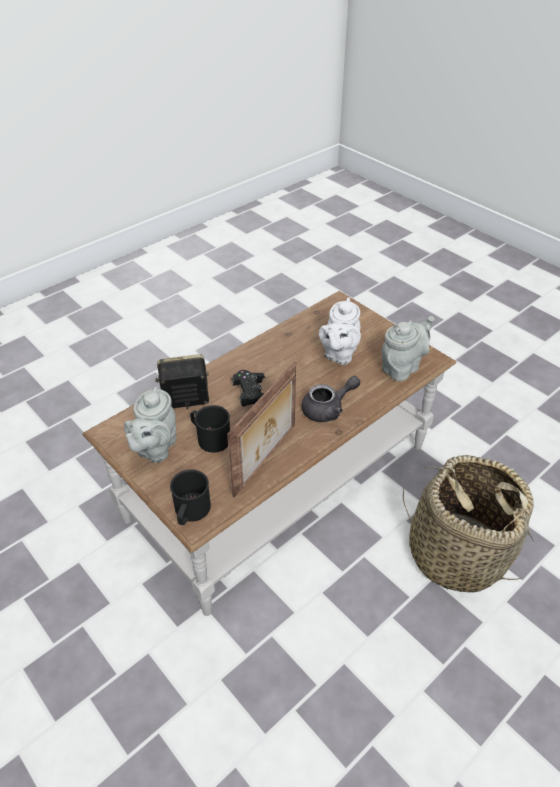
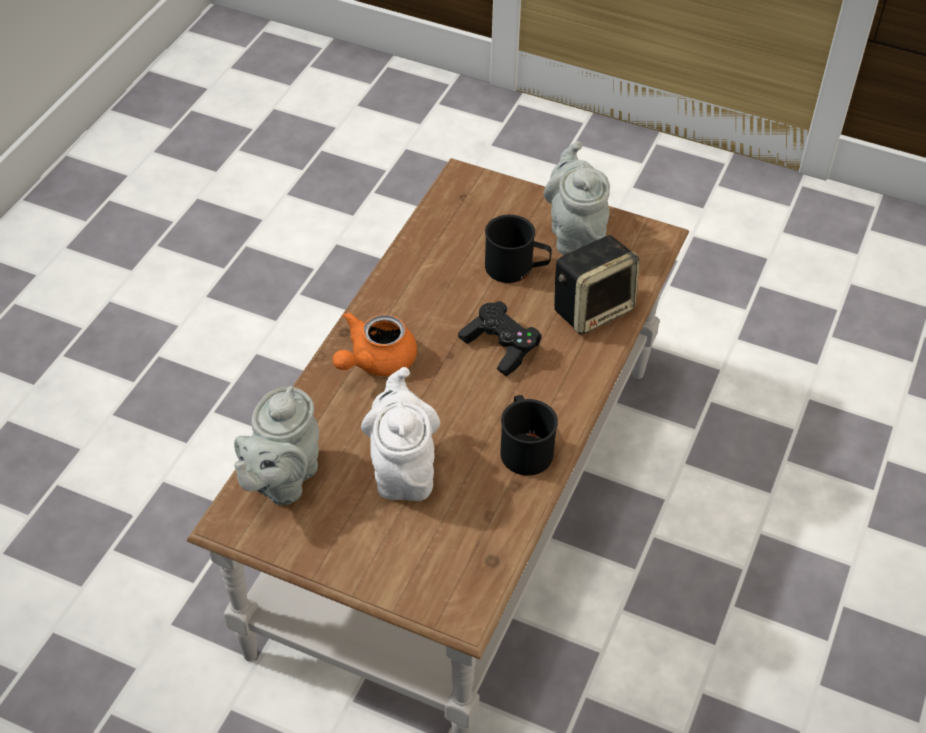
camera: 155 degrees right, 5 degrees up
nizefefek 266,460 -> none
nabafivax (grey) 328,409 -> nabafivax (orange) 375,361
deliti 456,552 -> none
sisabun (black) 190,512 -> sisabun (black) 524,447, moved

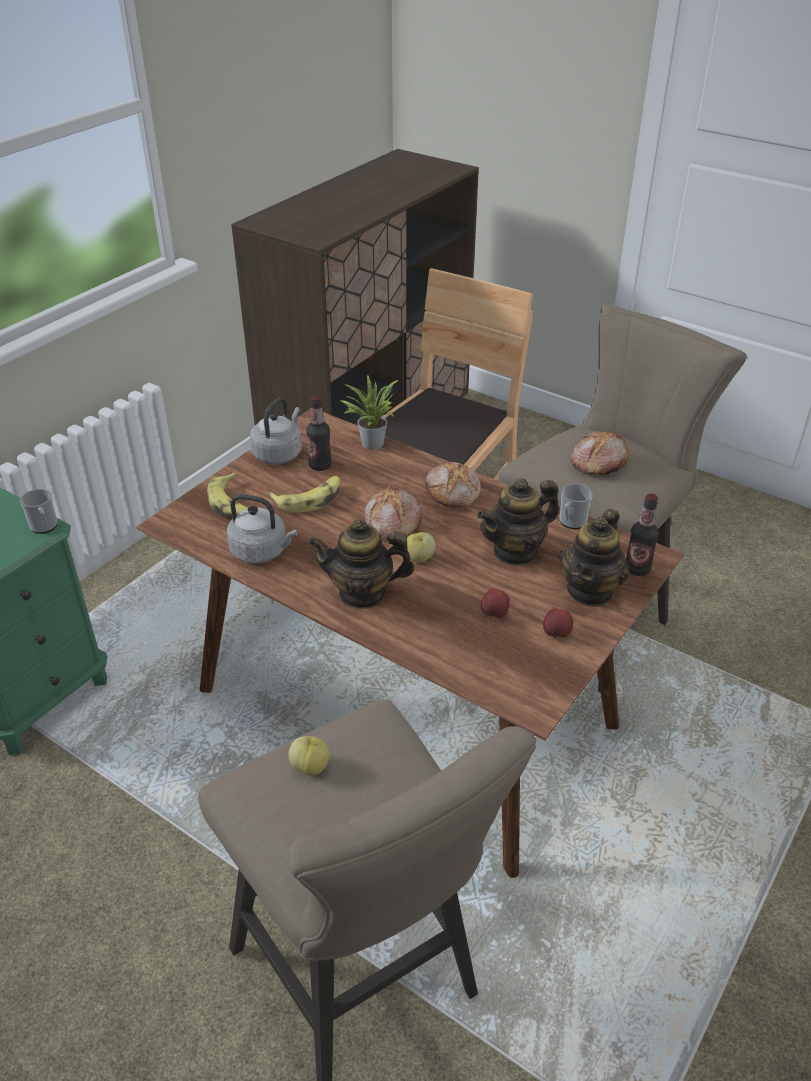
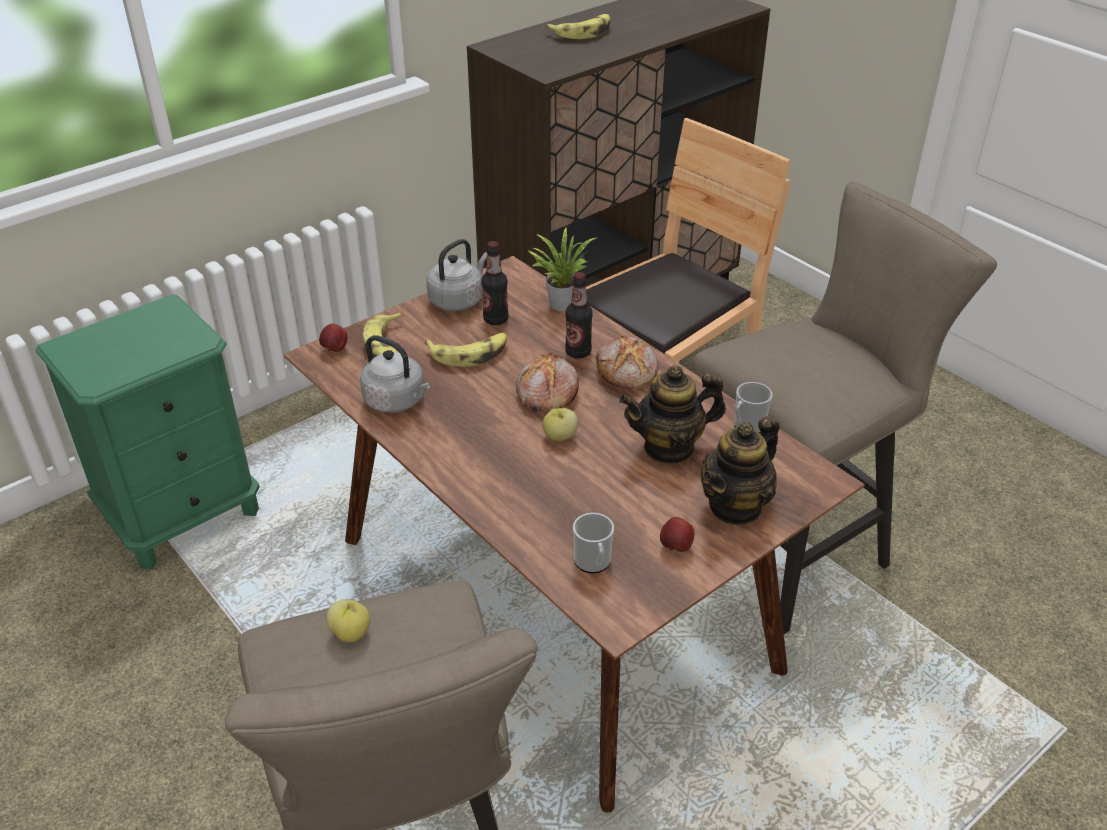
camera: 15 degrees right, 0 degrees up
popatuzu 598,462 -> none
sisabun 44,527 -> sisabun 593,563, moved
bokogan 637,569 -> bokogan 578,352, moved
nabafivax 362,593 -> none
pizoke 494,614 -> pizoke 335,349, moved
none -> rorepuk 583,32

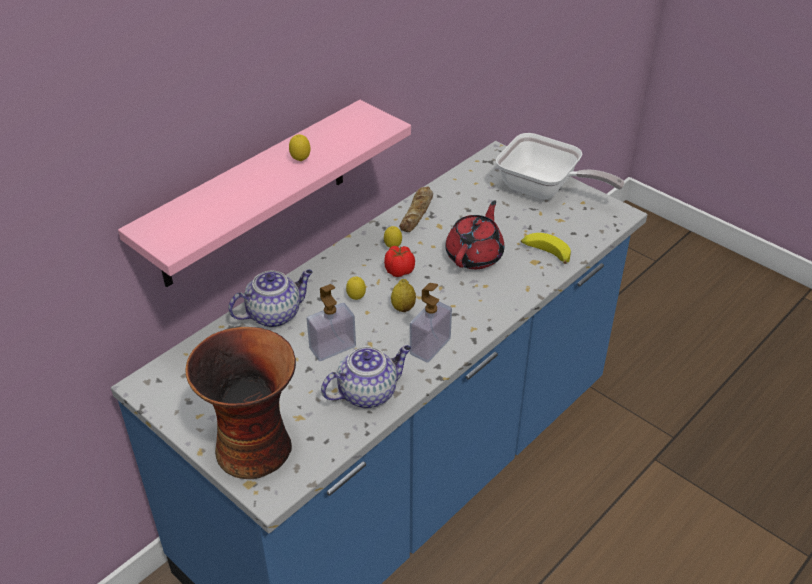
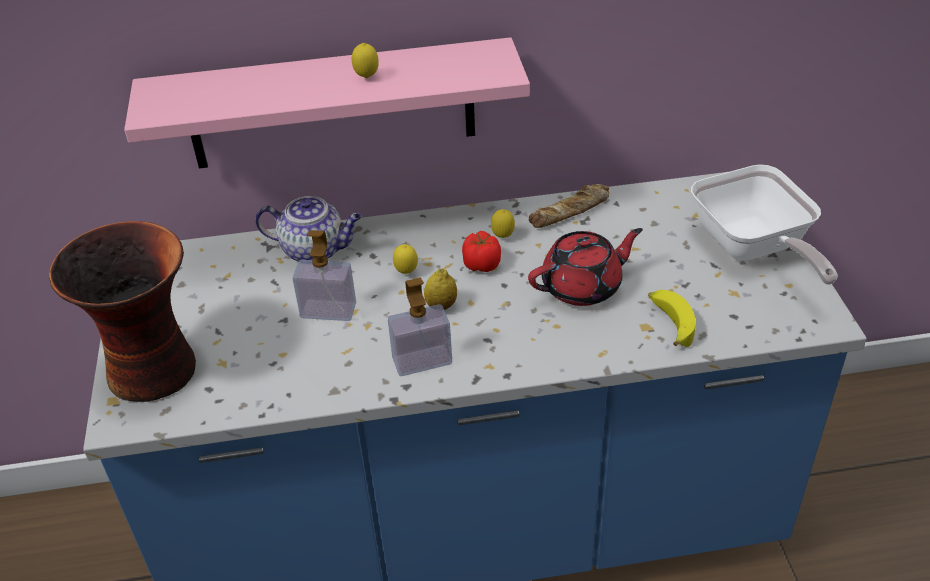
camera: 40 degrees right, 0 degrees up
nabafivax 368,392 -> none

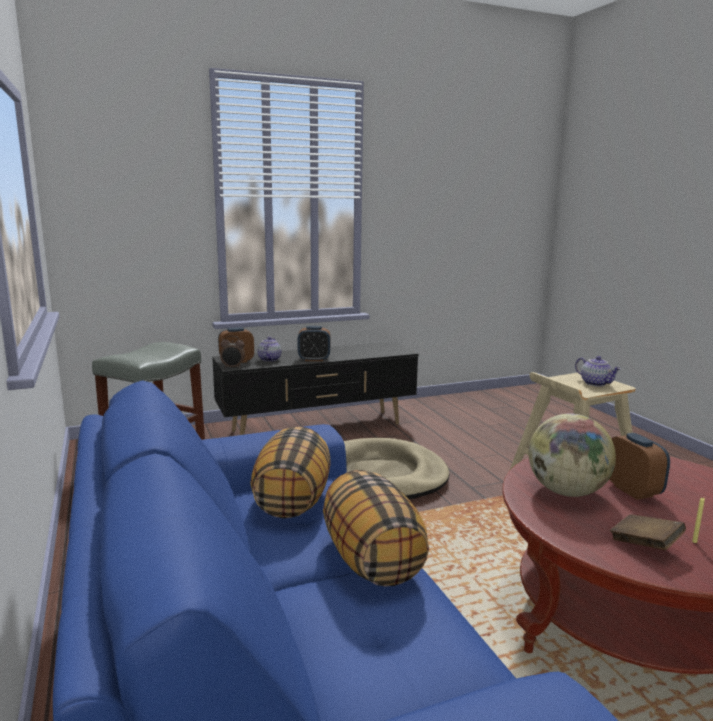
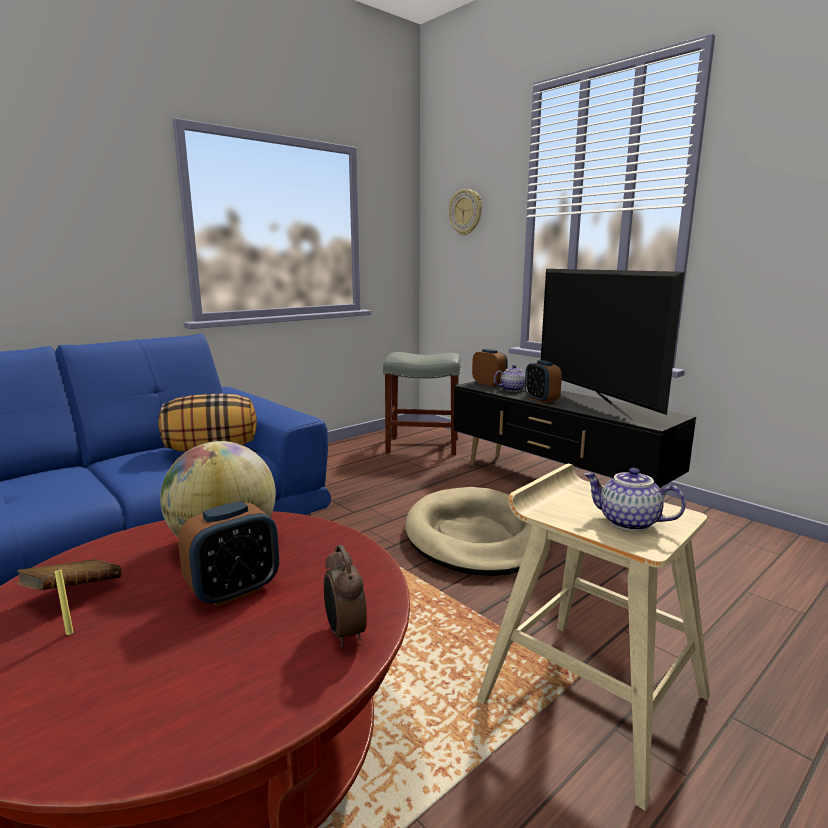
camera: 70 degrees right, 0 degrees up
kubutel 233,367 -> kubutel 344,634, moved
nabafivax 596,383 -> nabafivax 628,523, 90 degrees clockwise
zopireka 371,559 -> none
none -> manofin 466,212
none -> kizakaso 593,405

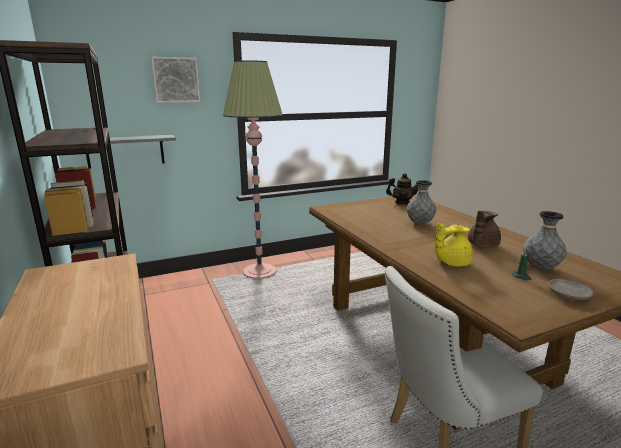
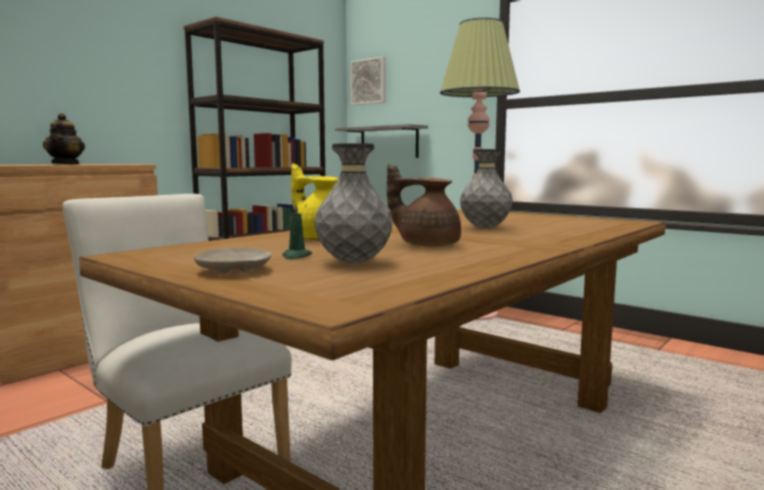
camera: 65 degrees right, 10 degrees down
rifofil 176,80 -> rifofil 369,82, moved
nabafivax 402,203 -> nabafivax 66,164, moved

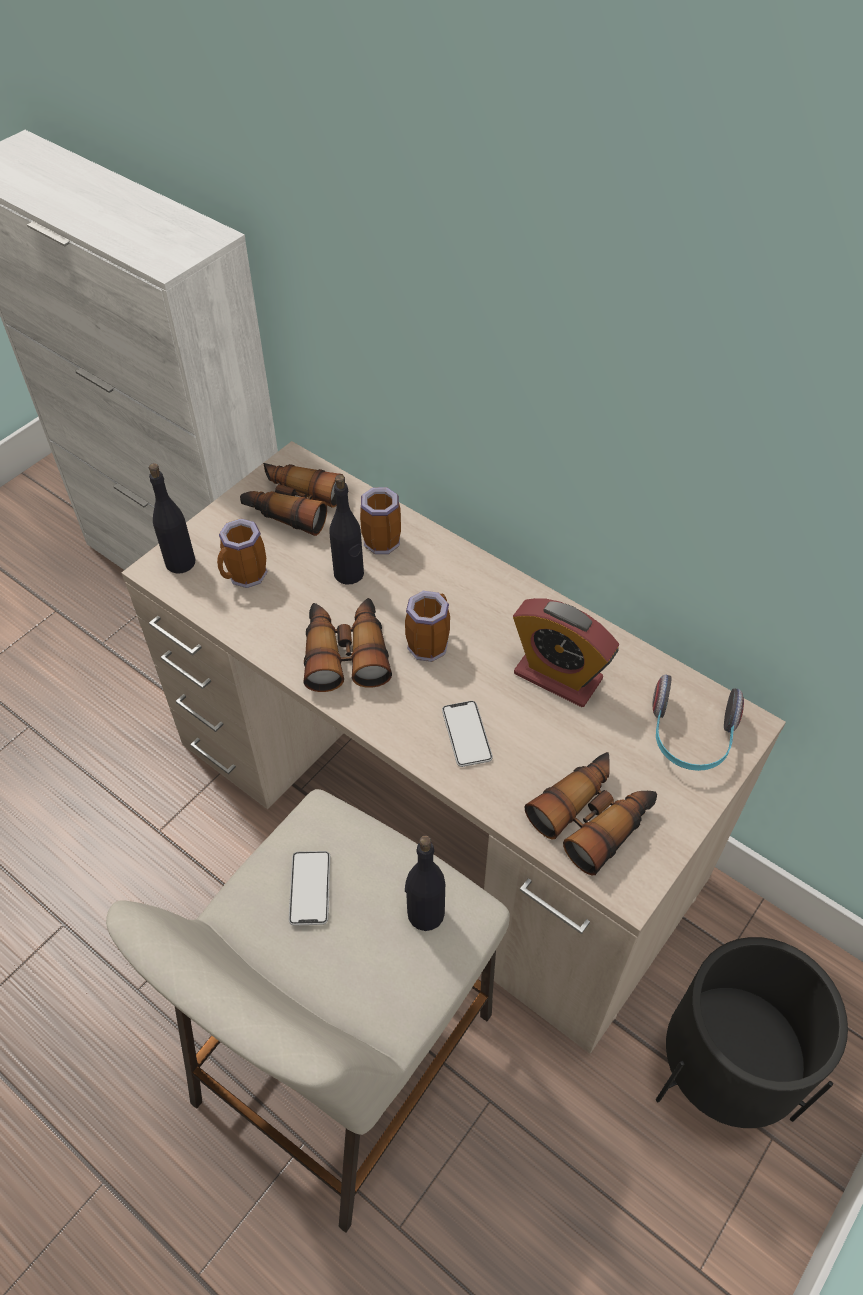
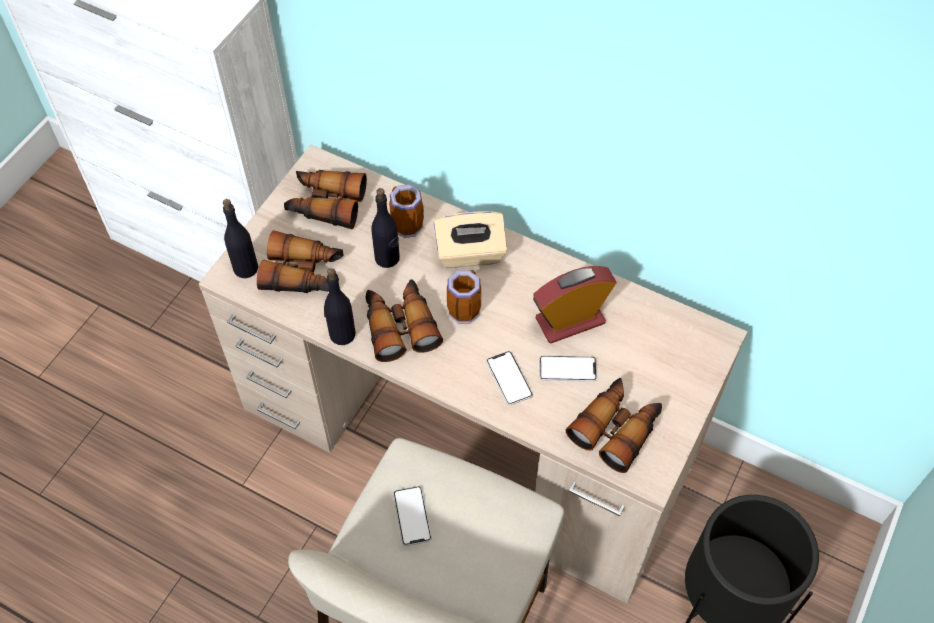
camera: 10 degrees left, 5 degrees up
sisabun 246,577 -> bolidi 303,273
kubutel 557,676 -> kubutel 570,321, 135 degrees clockwise
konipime 690,737 -> none
bokogan (black) 425,913 -> bokogan (black) 342,334, moved
none -> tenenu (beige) 470,254
none -> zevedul 567,369

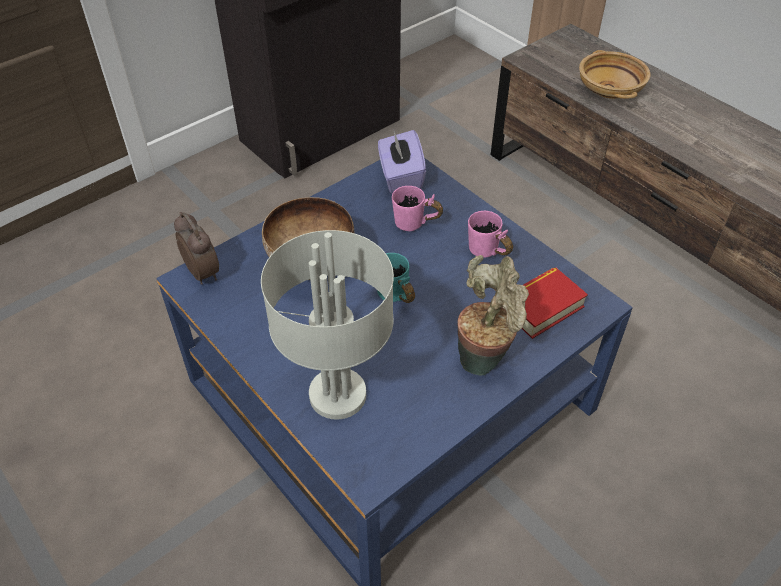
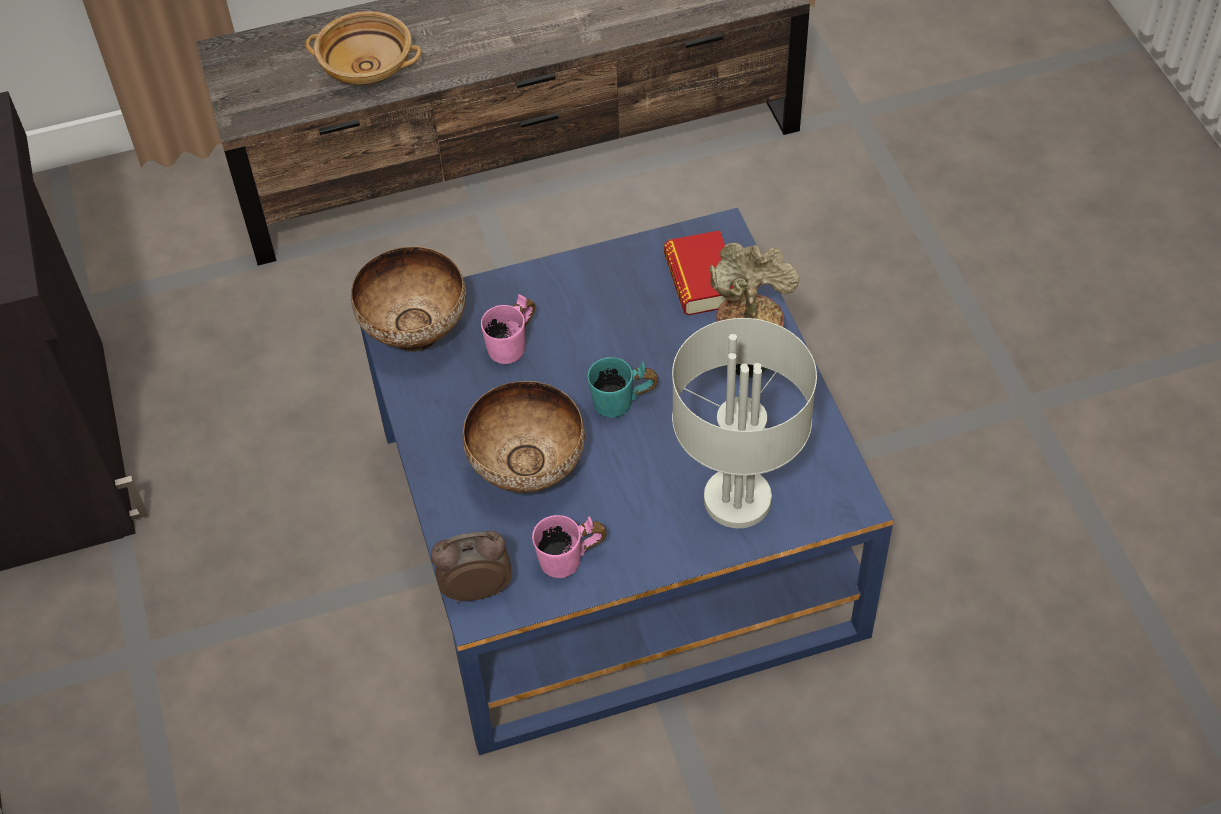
camera: 65 degrees left, 5 degrees up
tenenu (purple) 400,177 -> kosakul 417,331
sisabun (pink) 485,255 -> sisabun (pink) 571,564, moved

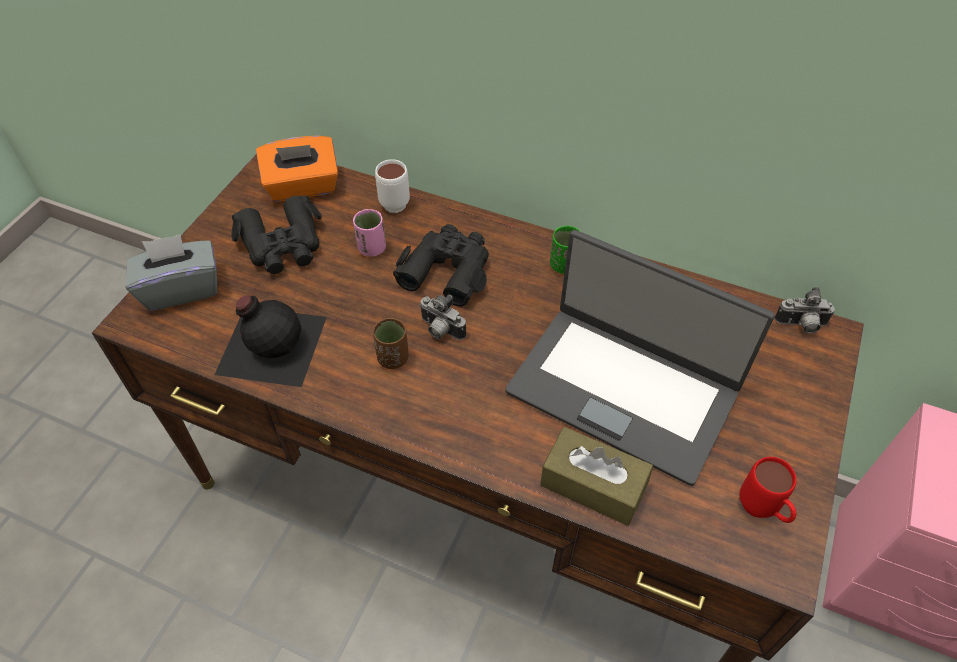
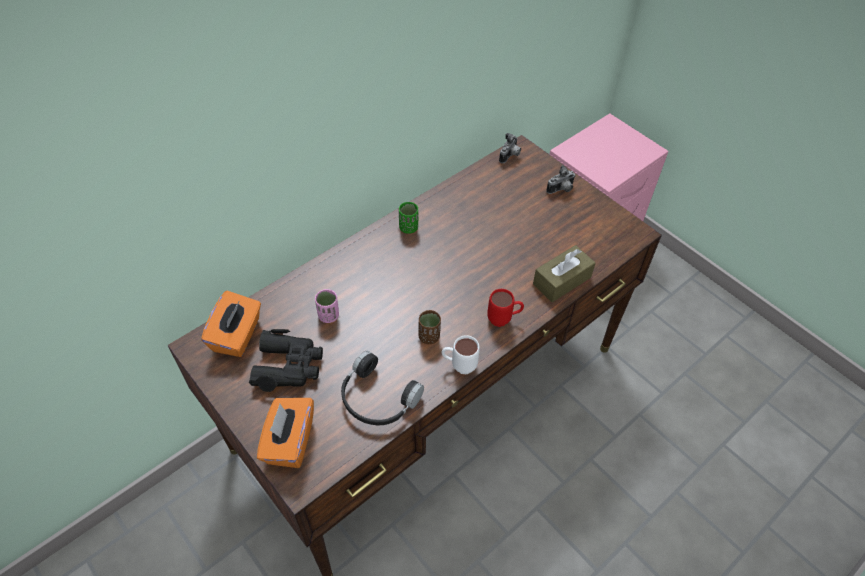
camera: 65 degrees left, 0 degrees up
sisabun (white) 393,201 -> sisabun (white) 459,366, moved
bolidi (black) 447,270 -> none
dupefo 623,390 -> none
tenenu (grey) 181,289 -> tenenu (orange) 289,442
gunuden 440,330 -> gunuden 561,190, moved
bokogan (black) 271,343 -> konipime (black) 377,399
sisabun (red) 762,511 -> sisabun (red) 503,320, moved

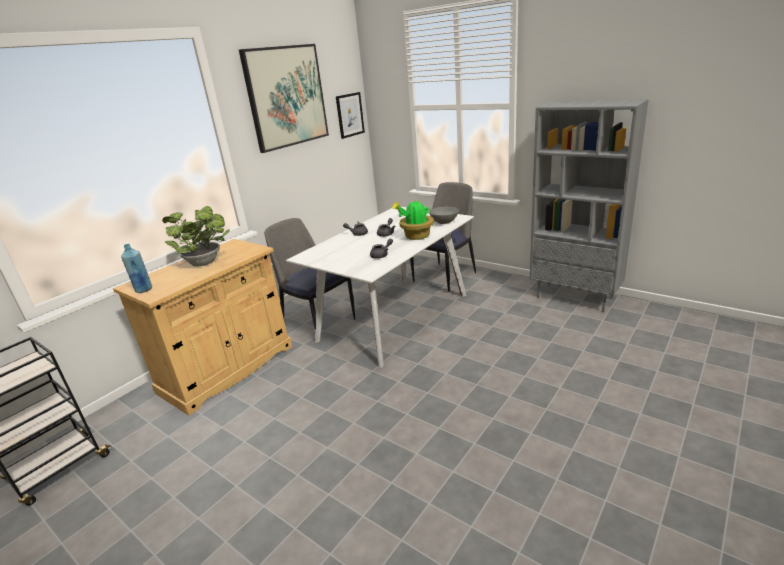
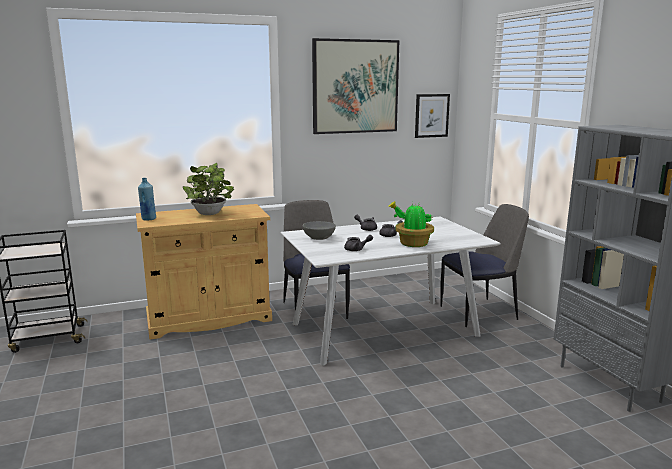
camera: 30 degrees right, 10 degrees down
kosakul (grey) 444,222 -> kosakul (grey) 319,238, moved

